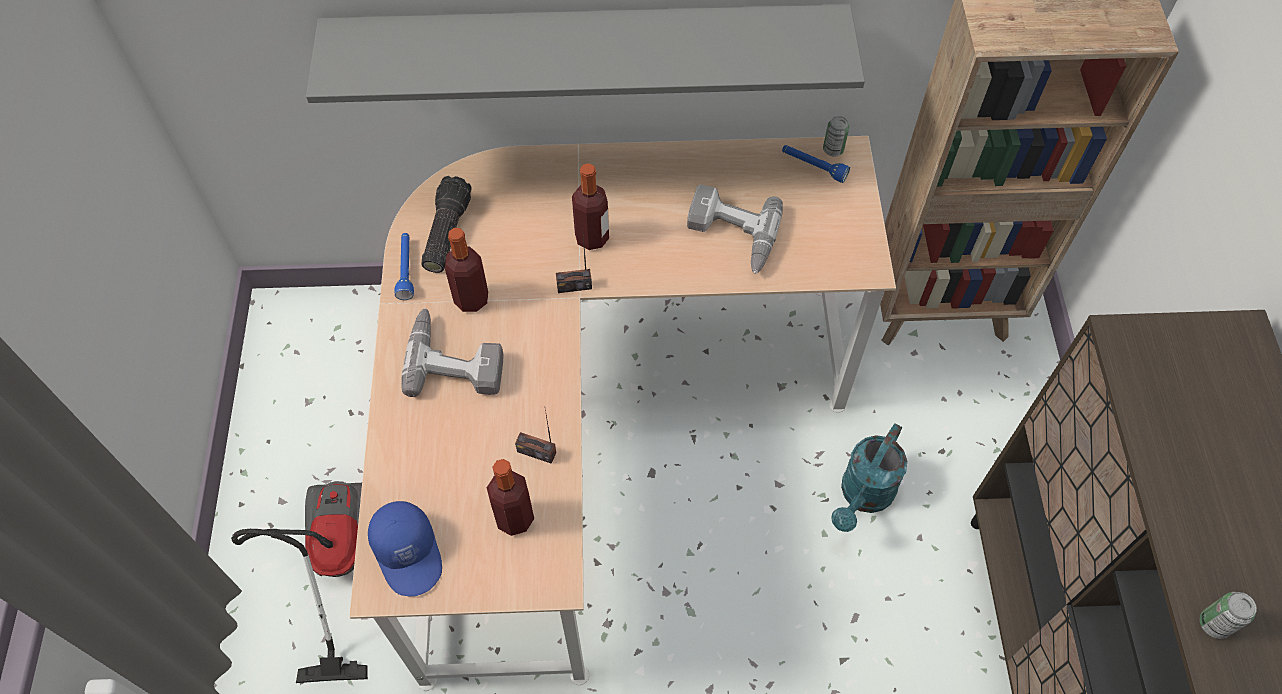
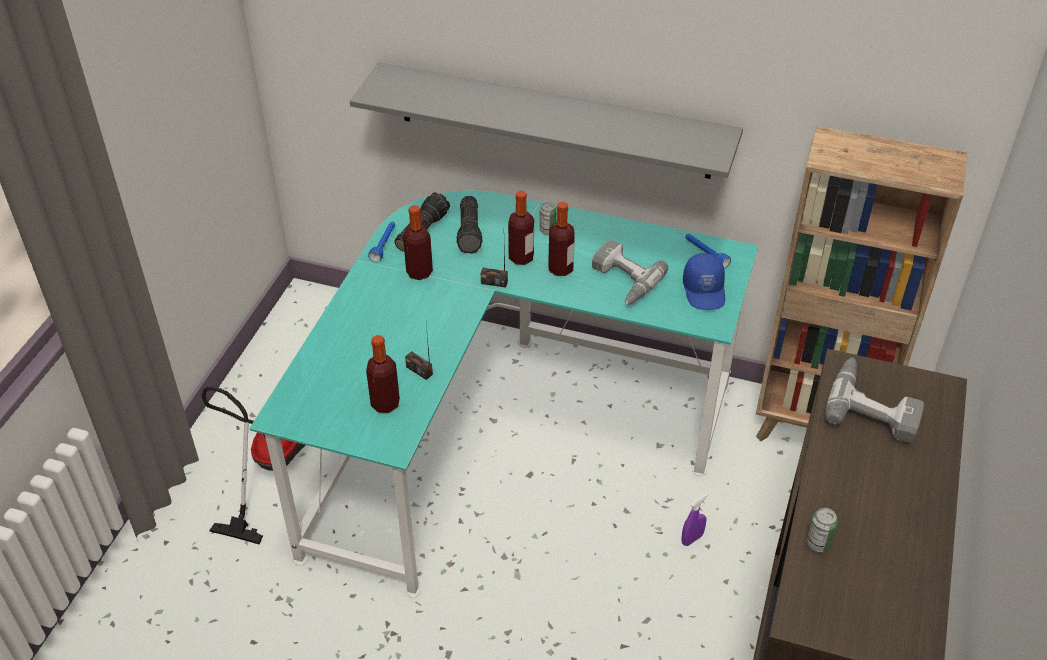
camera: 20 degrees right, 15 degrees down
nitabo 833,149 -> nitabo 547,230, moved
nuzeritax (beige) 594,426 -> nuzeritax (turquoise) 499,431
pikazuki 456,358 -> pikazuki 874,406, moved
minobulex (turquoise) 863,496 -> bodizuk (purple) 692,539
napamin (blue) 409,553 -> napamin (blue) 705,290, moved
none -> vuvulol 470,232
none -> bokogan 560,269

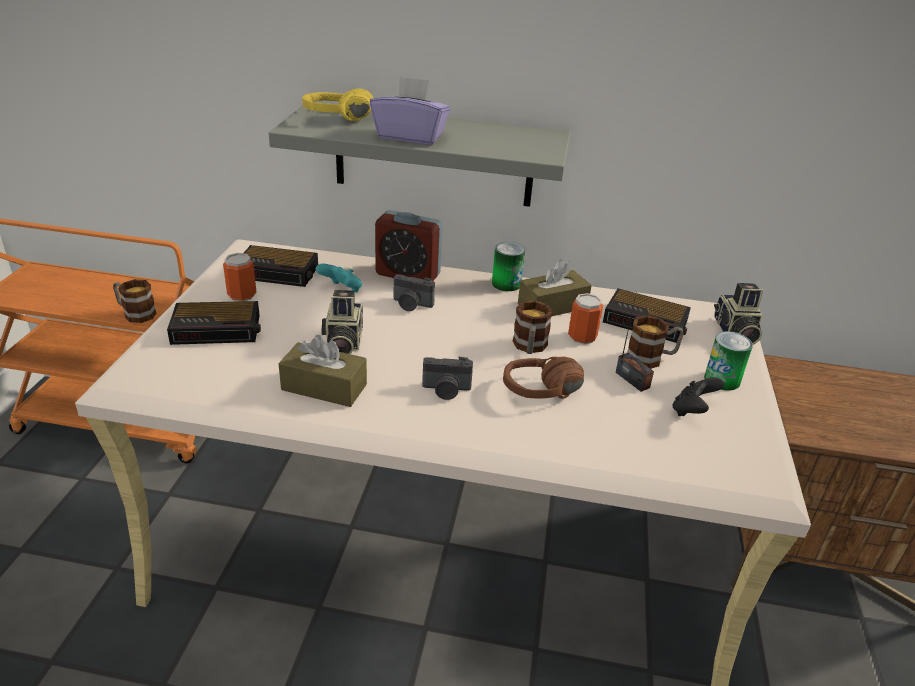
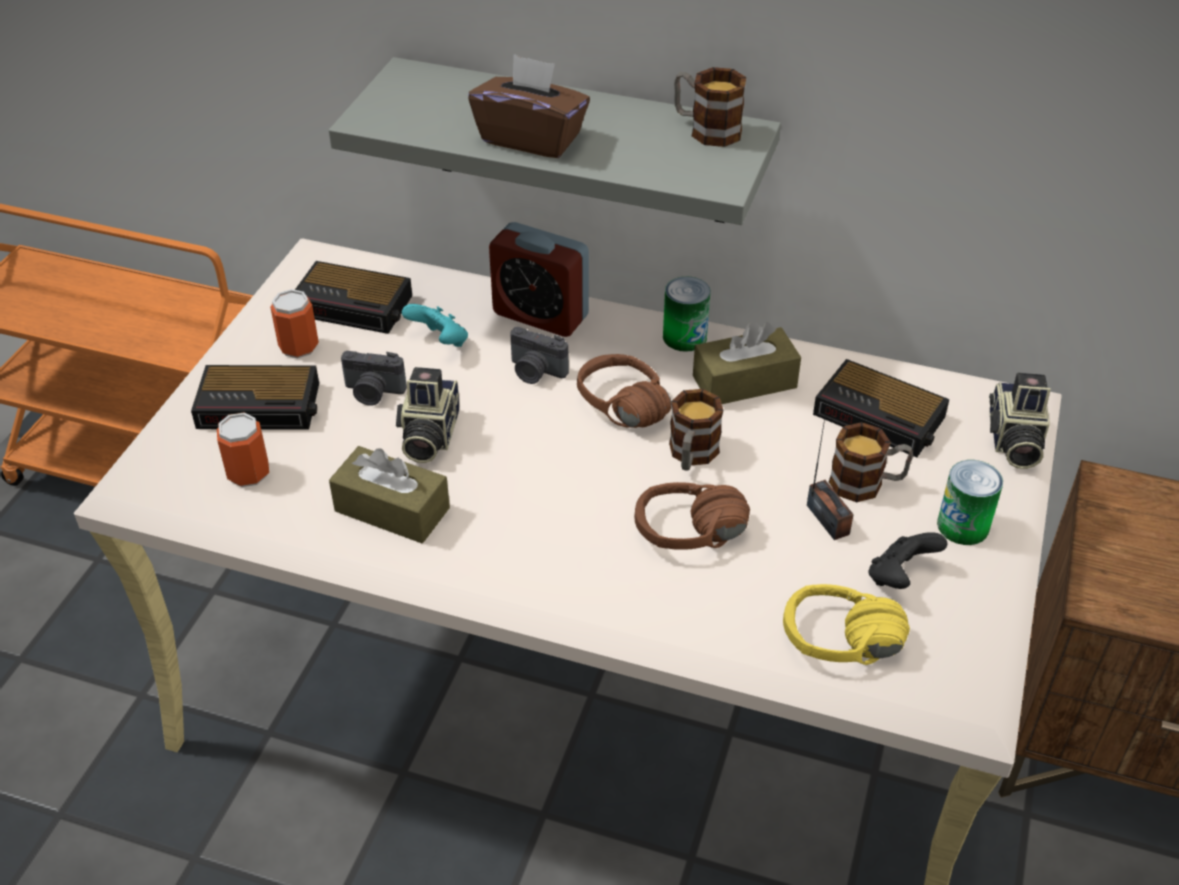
camera: 10 degrees right, 10 degrees up
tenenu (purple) 410,136 -> tenenu (brown) 531,138
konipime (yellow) 337,121 -> konipime (yellow) 842,655, moved
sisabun 135,313 -> sisabun 706,129, moved
nitabo 582,337 -> nitabo 248,473, moved
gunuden 446,390 -> gunuden 373,393, moved
none -> konipime (brown) 612,413

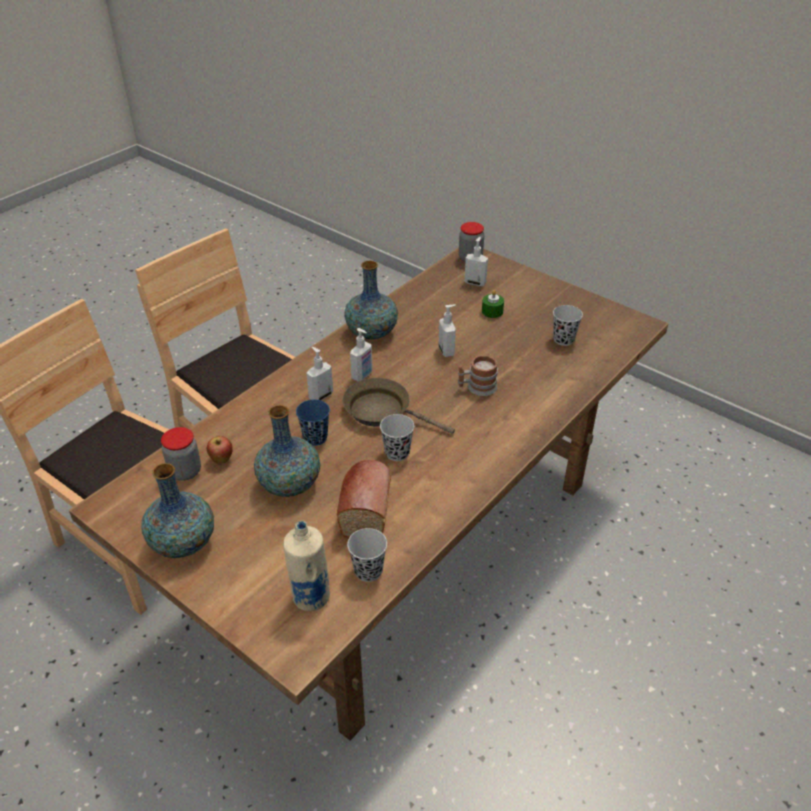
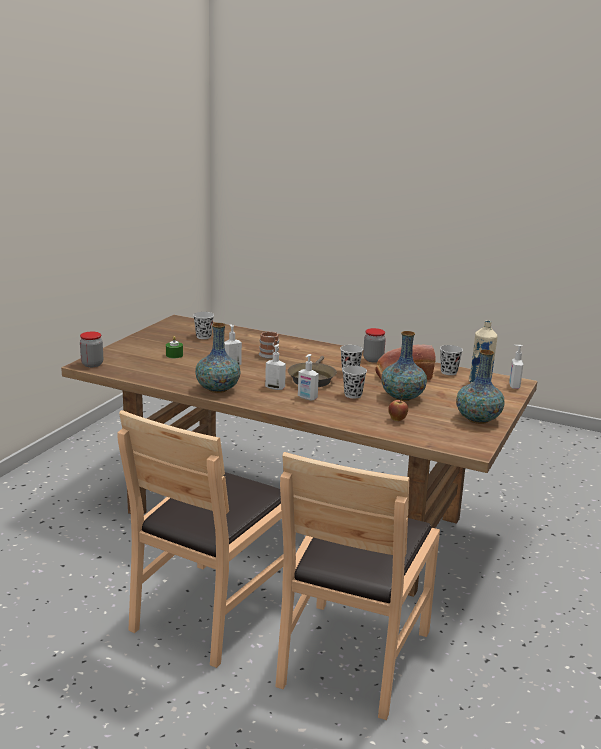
camera: 105 degrees left, 20 degrees down
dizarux 475,282 -> dizarux 513,386, moved
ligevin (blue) 315,438 -> ligevin (black) 353,395
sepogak 185,471 -> sepogak 373,359, moved

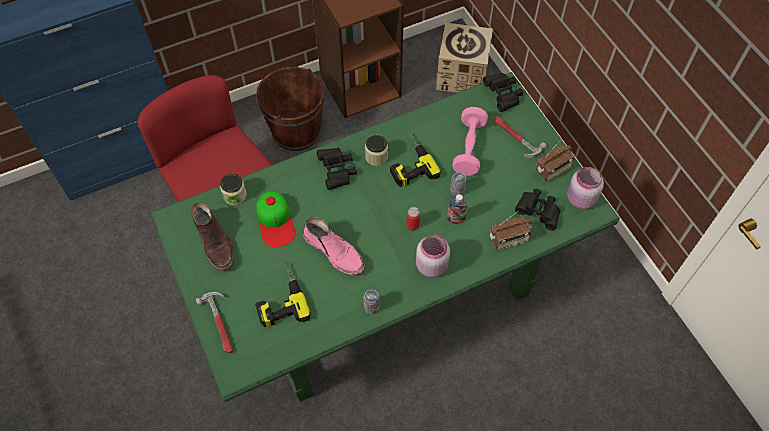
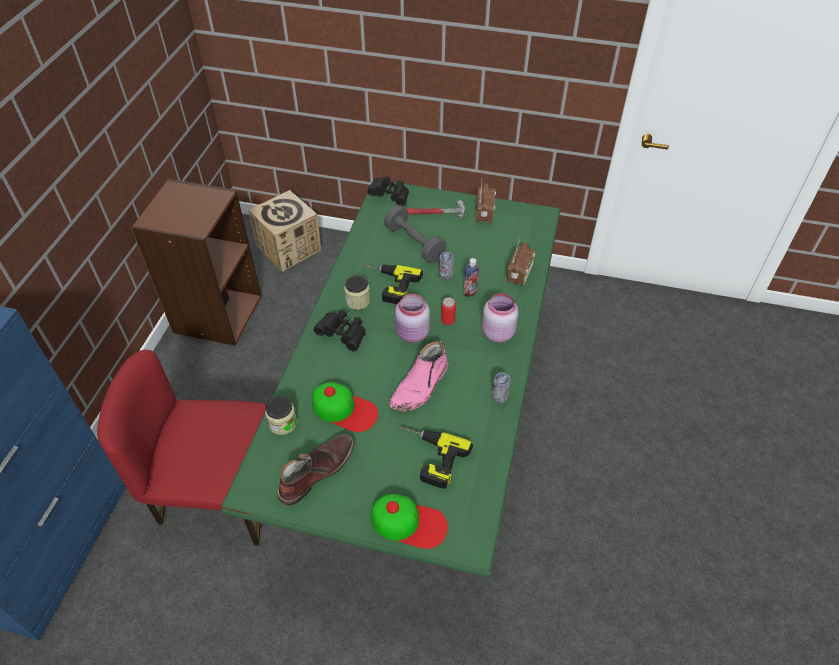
camera: 50 degrees left, 10 degrees down
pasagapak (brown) 296,132 -> none
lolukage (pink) 469,148 -> lolukage (grey) 414,243
sepogak (pink) 579,199 -> sepogak (pink) 412,334, moved
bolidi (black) 538,212 -> none
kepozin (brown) 215,242 -> kepozin (brown) 316,471, 60 degrees counterclockwise
kepozin (pink) 335,251 -> kepozin (pink) 420,386, 135 degrees clockwise
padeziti 220,323 -> napamin 409,523

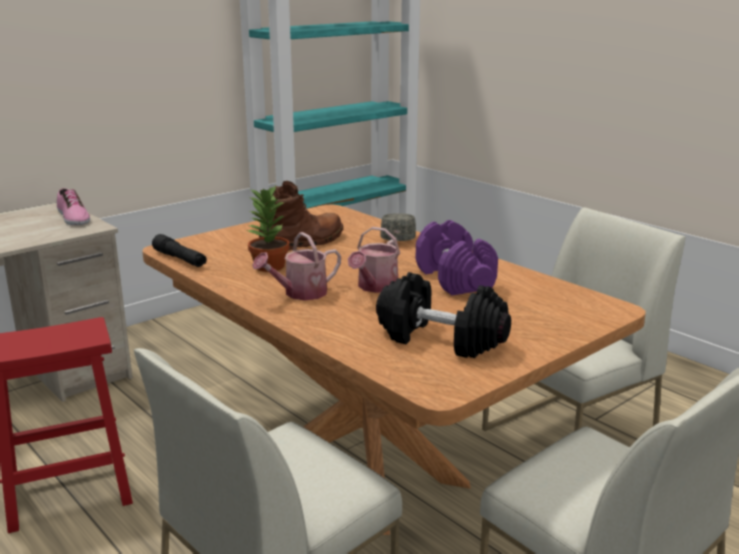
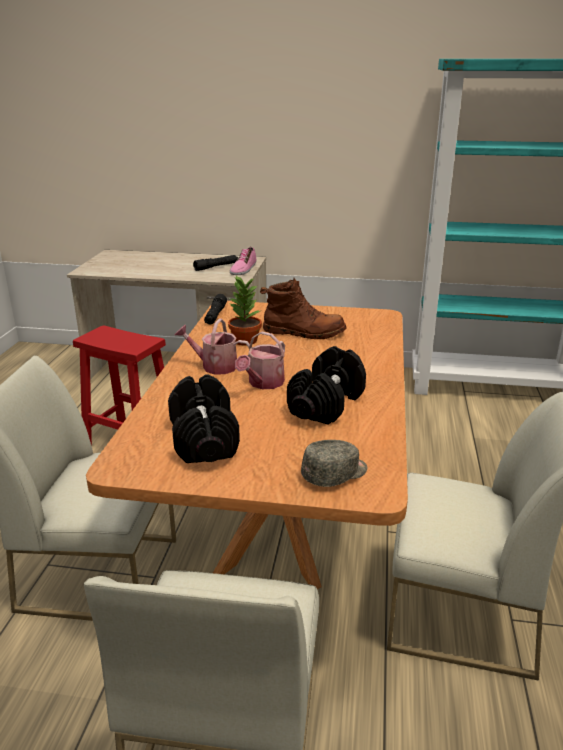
camera: 50 degrees right, 5 degrees up
napamin (grey) 398,237 -> napamin (grey) 335,474, moved
lolukage (purple) 455,279 -> lolukage (black) 326,404
minobulex 375,287 -> minobulex 263,383, 45 degrees counterclockwise
none -> vuvulol (black) 216,267

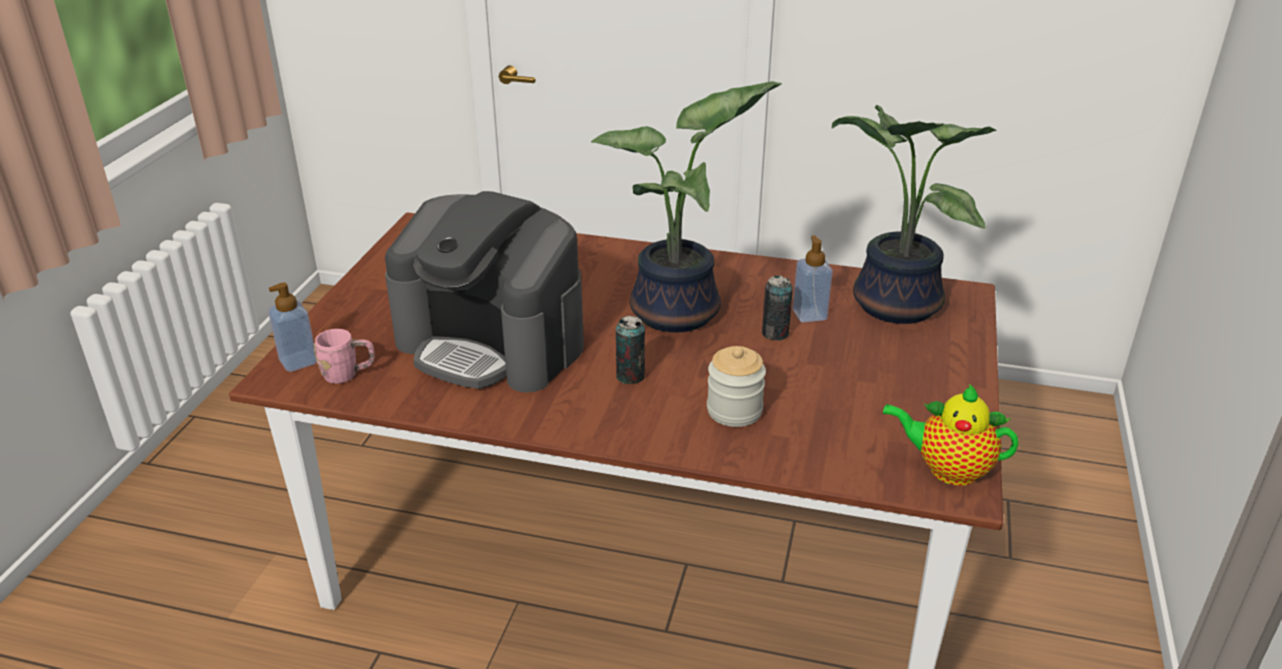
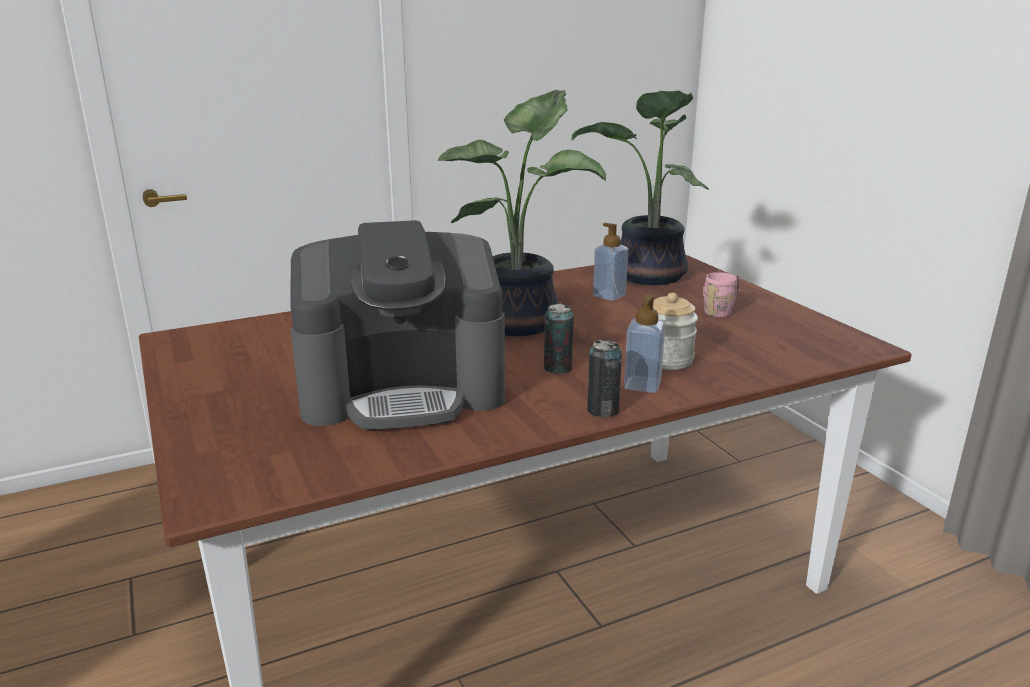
camera: 40 degrees left, 10 degrees down
nitabo 775,333 -> nitabo 603,410, moved
dizarux 298,361 -> dizarux 642,385, moved
sisabun (pink) 348,374 -> sisabun (pink) 721,311, moved
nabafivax 947,469 -> none

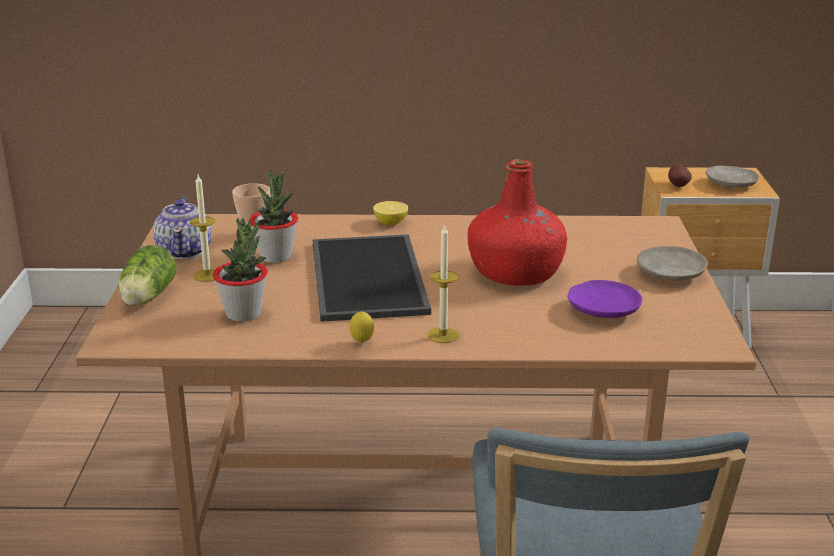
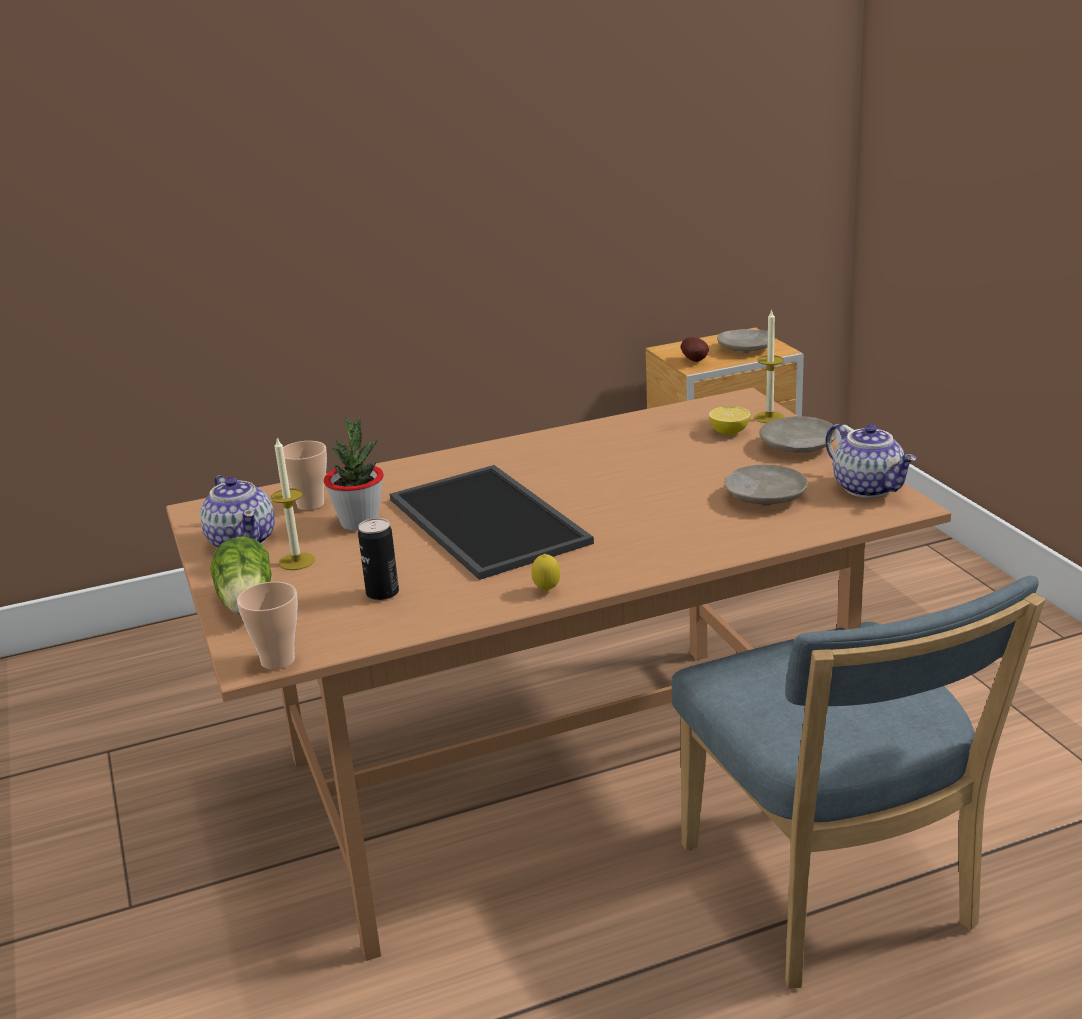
camera: 20 degrees left, 0 degrees up
bokogan (red) 516,272 -> none
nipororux 390,223 -> nipororux 729,432, moved
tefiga 243,314 -> nitabo 382,593
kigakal 443,335 -> kigakal 769,417, moved
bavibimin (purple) 603,310 -> bavibimin (beige) 765,497
none -> nabafivax 869,488
none -> ligevin 277,660

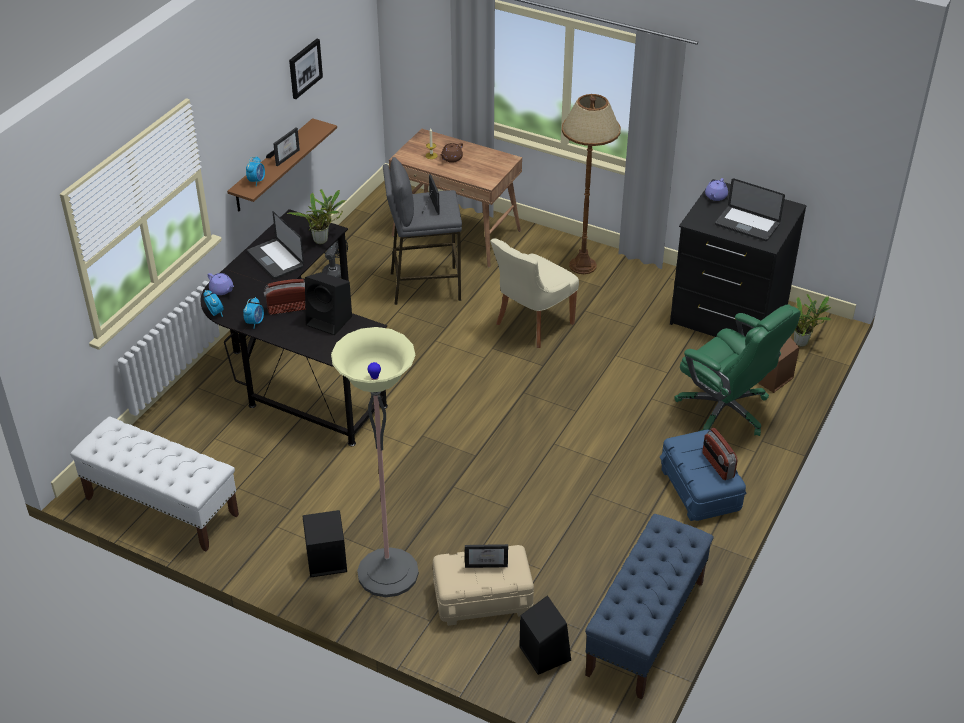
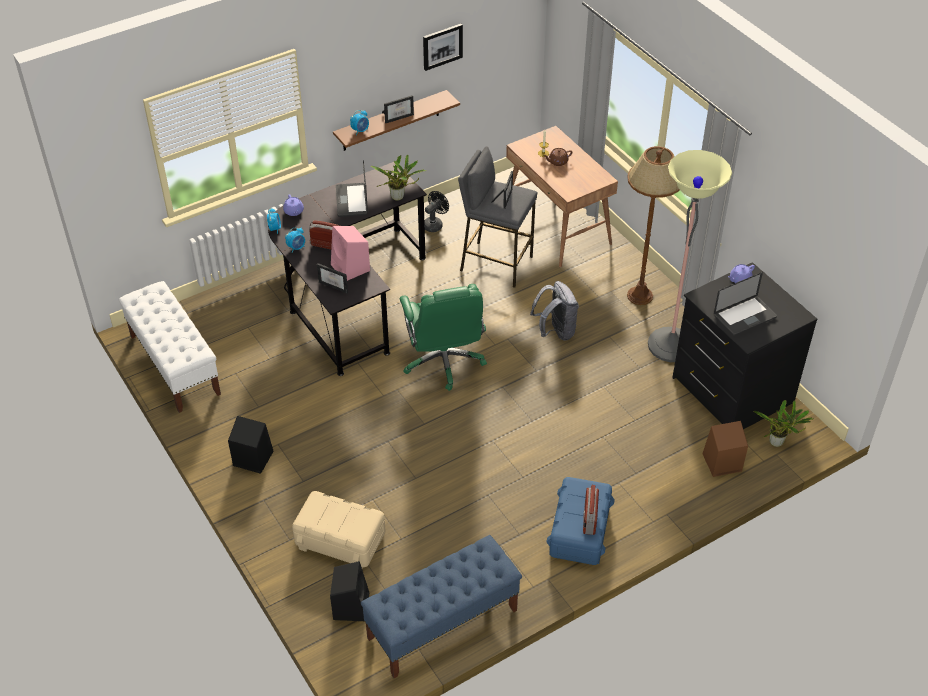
camera: 30 degrees right, 5 degrees up
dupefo 747,225 -> dupefo 744,316, 90 degrees counterclockwise
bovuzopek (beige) 532,324 -> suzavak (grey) 555,331
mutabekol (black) 330,321 -> mutabekol (pink) 351,268
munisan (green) 726,411 -> munisan (green) 444,361, moved
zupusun 388,573 -> zupusun 671,345, moved
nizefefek 487,563 -> nizefefek 335,285, moved

